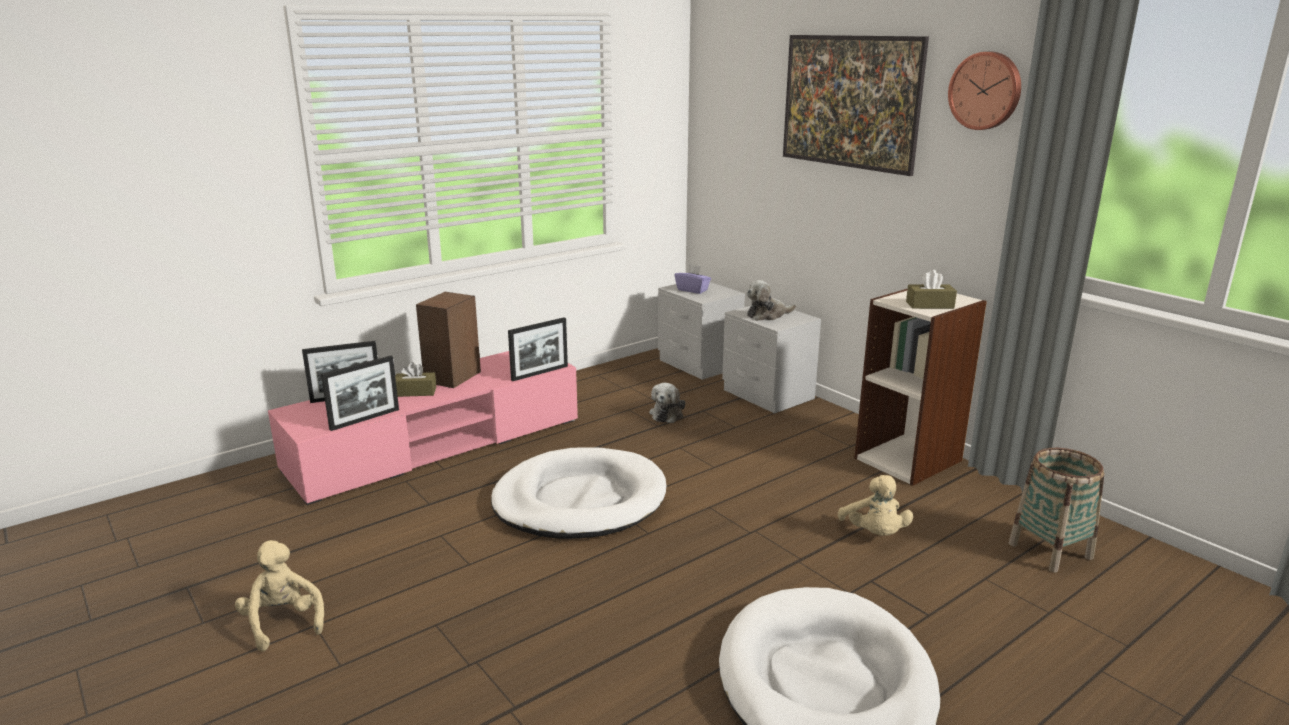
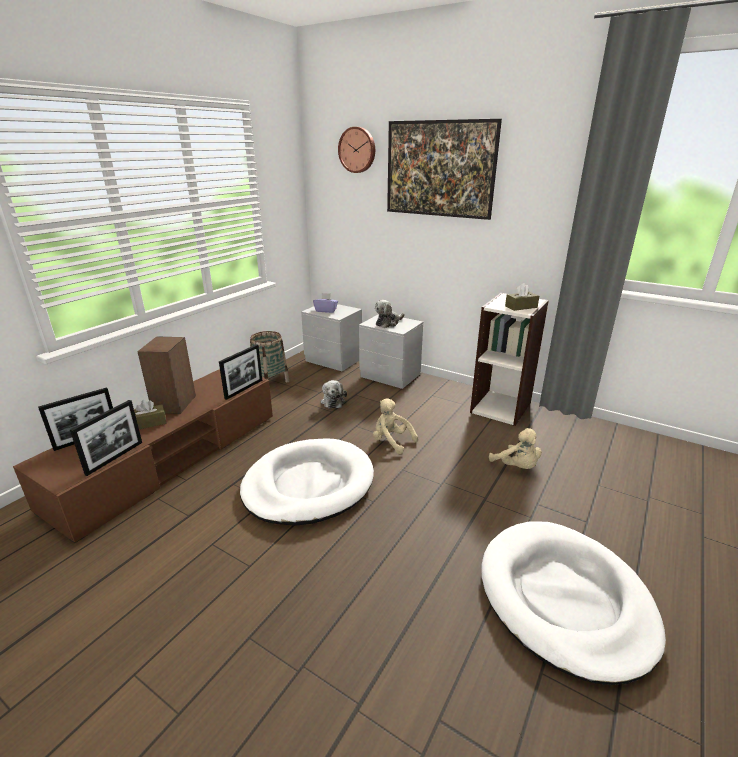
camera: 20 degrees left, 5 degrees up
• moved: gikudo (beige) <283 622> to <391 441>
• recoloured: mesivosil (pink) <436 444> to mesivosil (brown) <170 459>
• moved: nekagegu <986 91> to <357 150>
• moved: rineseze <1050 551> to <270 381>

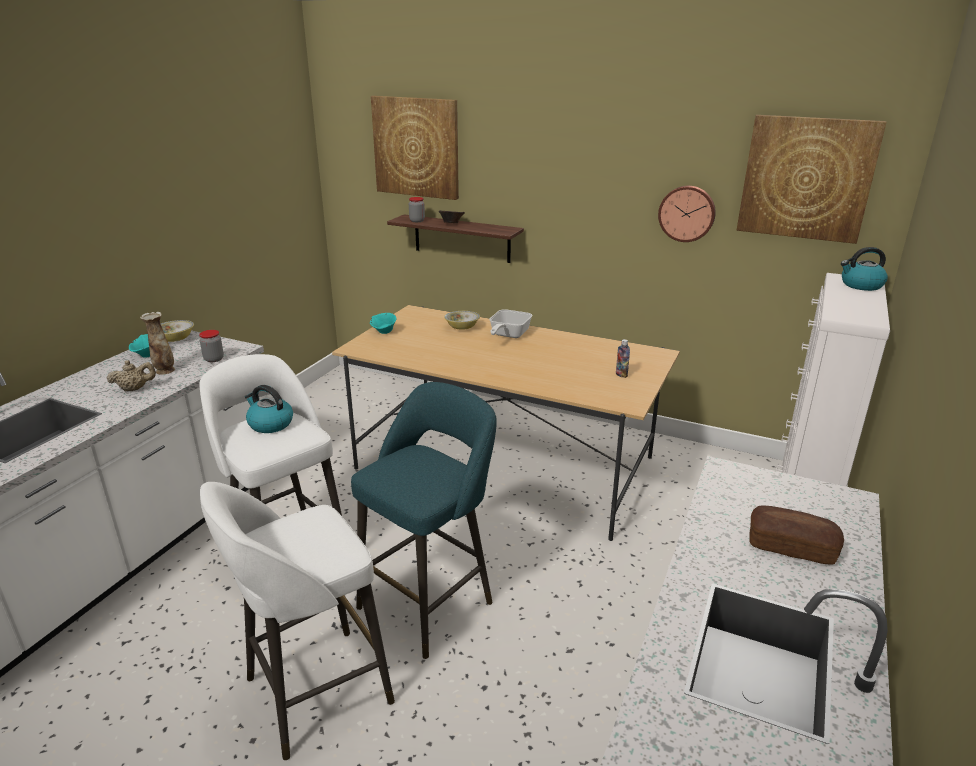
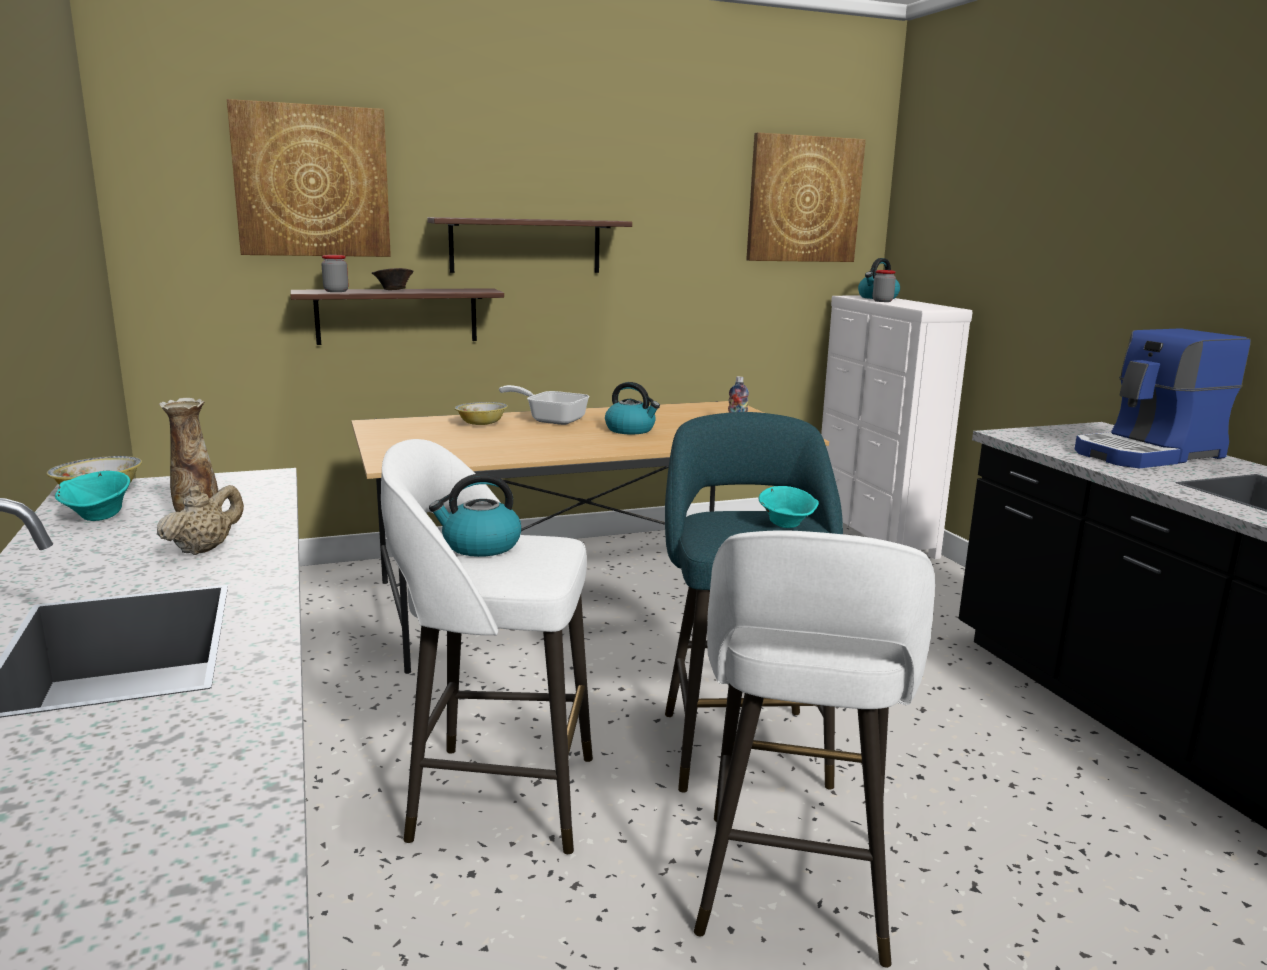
camera: 45 degrees left, 10 degrees down
• moved: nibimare <214 359> to <882 301>
• moved: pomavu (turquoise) <384 332> to <786 525>
• turned: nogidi <507 335> = <551 419> 135 degrees clockwise
• removed: nekagegu <687 213>
• replaced: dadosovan <791 547> to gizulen <1149 454>
• added: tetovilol <525 246>
• added: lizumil <631 430>

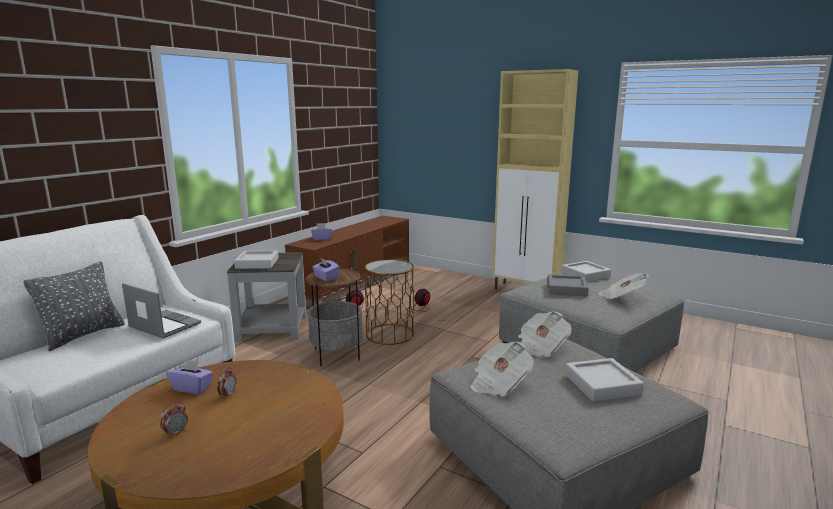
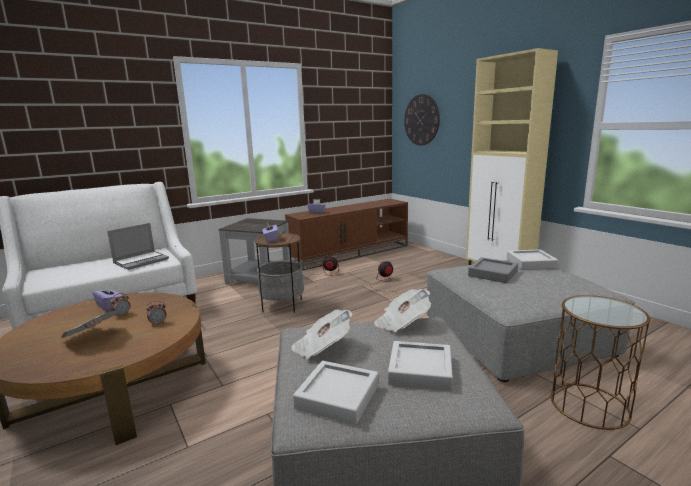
camera: 25 degrees right, 0 degrees up
• removed: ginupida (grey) <83 335>
• turned: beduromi <163 325> = <141 261> 75 degrees clockwise
• moved: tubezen <176 433> to <158 323>
• moved: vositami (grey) <257 263> to <337 396>
• moved: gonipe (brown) <389 334> to <589 405>
• moved: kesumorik <621 297> to <93 337>
• added: nekagegu <421 120>

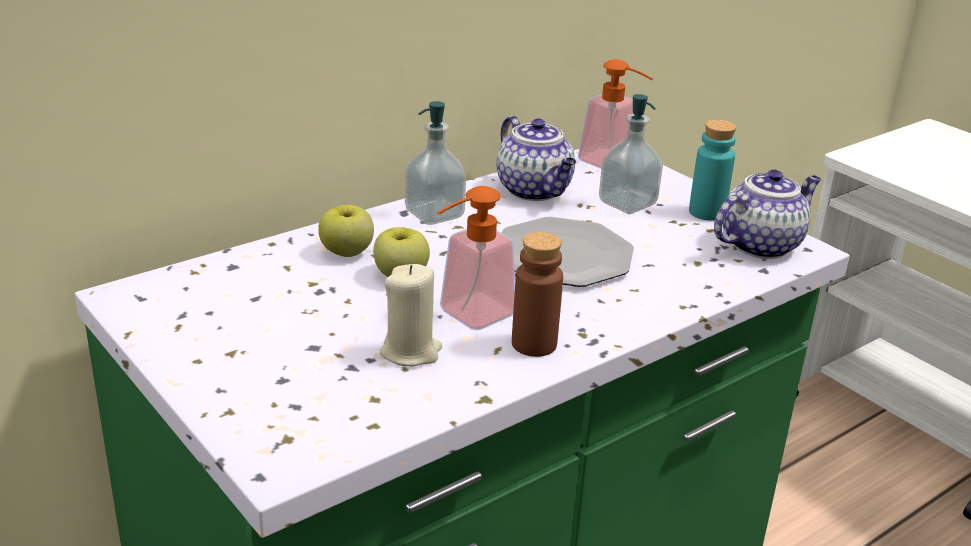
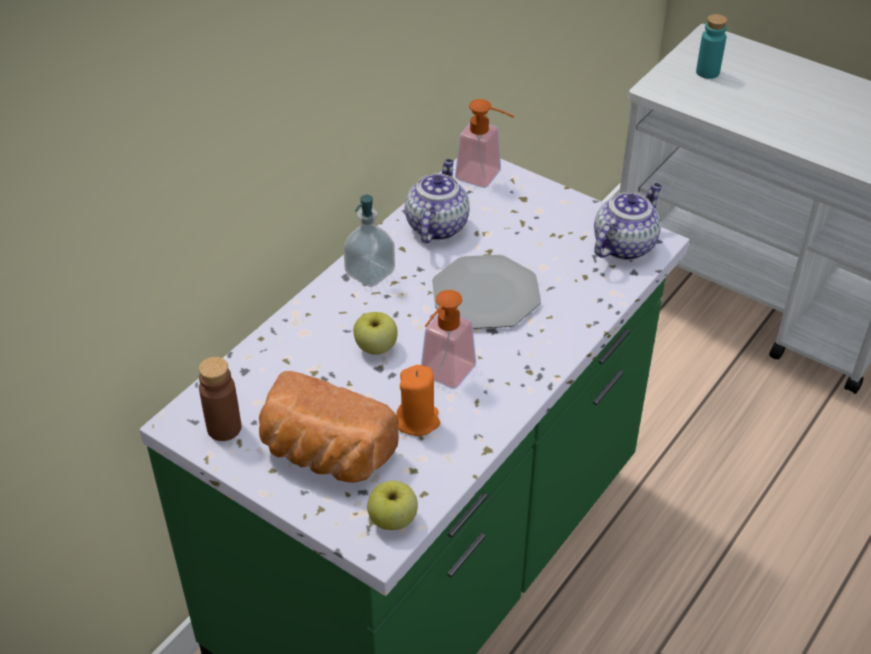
camera: 15 degrees left, 15 degrees up
• moved: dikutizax <347 252> to <393 520>
• recoloured: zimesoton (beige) <411 352> to zimesoton (orange) <418 421>
• turned: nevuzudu <535 191> = <436 225> 120 degrees counterclockwise
• moved: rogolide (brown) <534 344> to <224 428>
• removed: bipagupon <627 203>
• moved: rogolide (turquoise) <706 212> to <707 72>
• added: dadosovan <324 455>

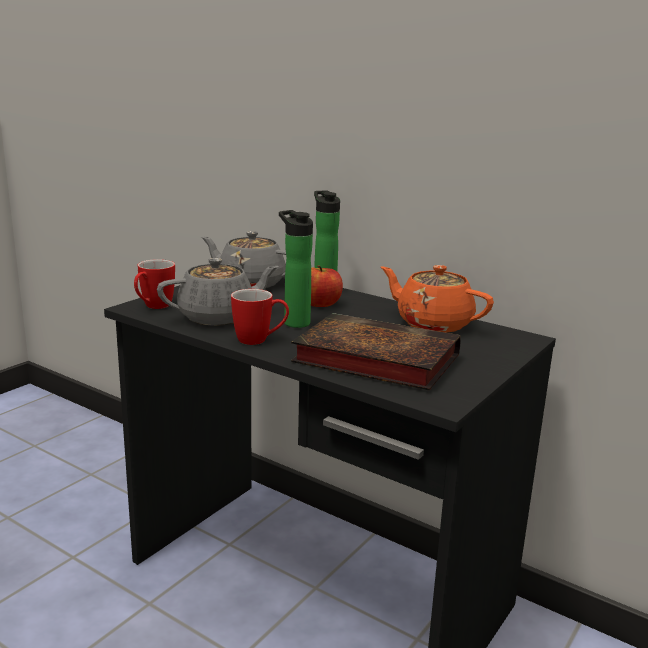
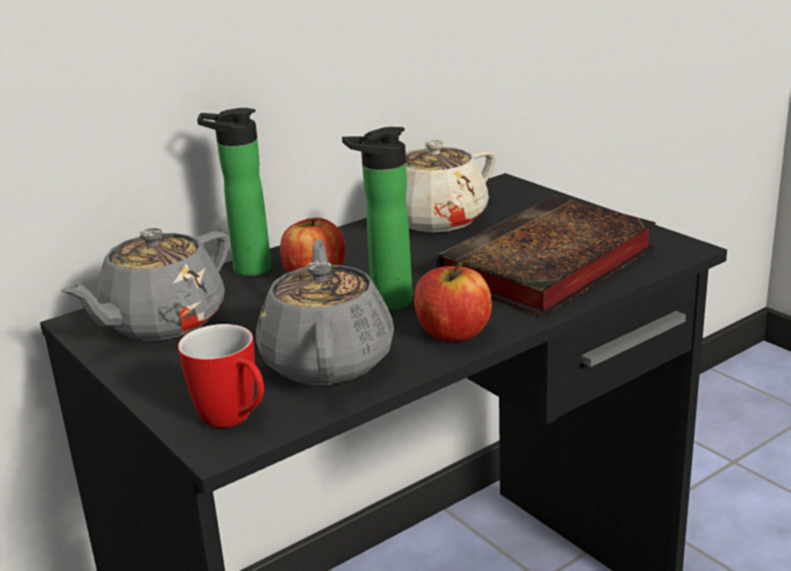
camera: 70 degrees left, 5 degrees up
• replaced: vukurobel <260 340> to dikutizax <453 333>
• recoloured: nevuzudu (orange) <432 323> to nevuzudu (beige) <434 220>

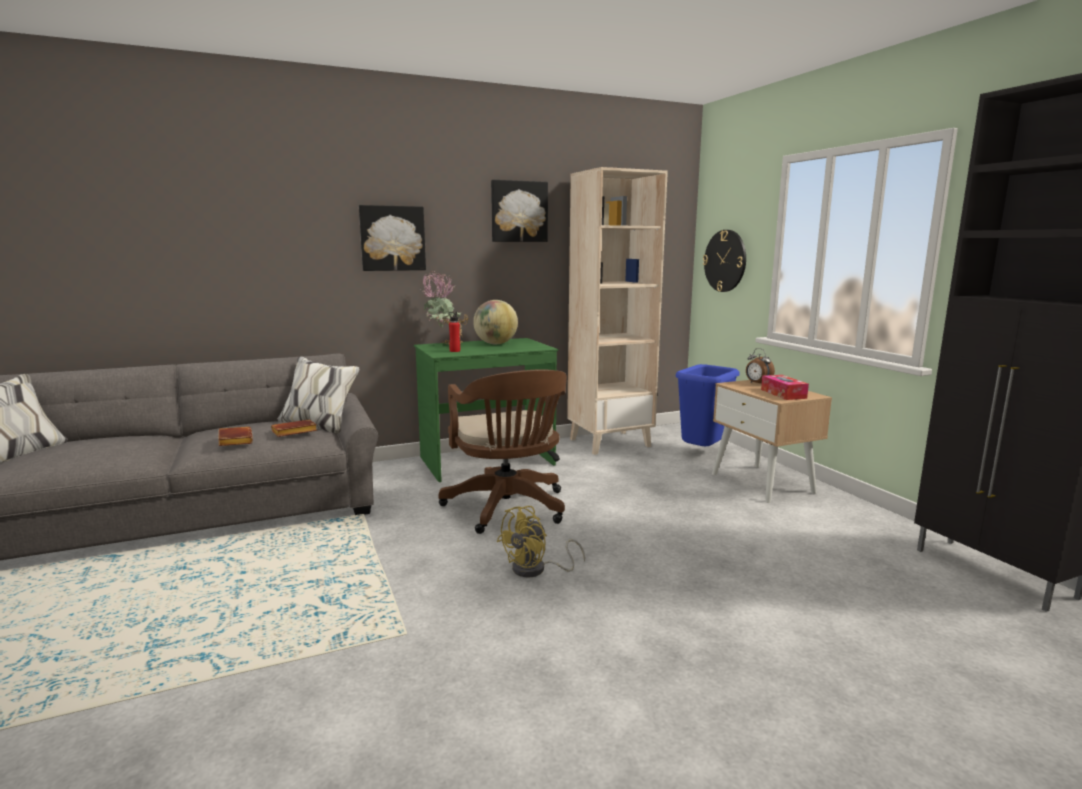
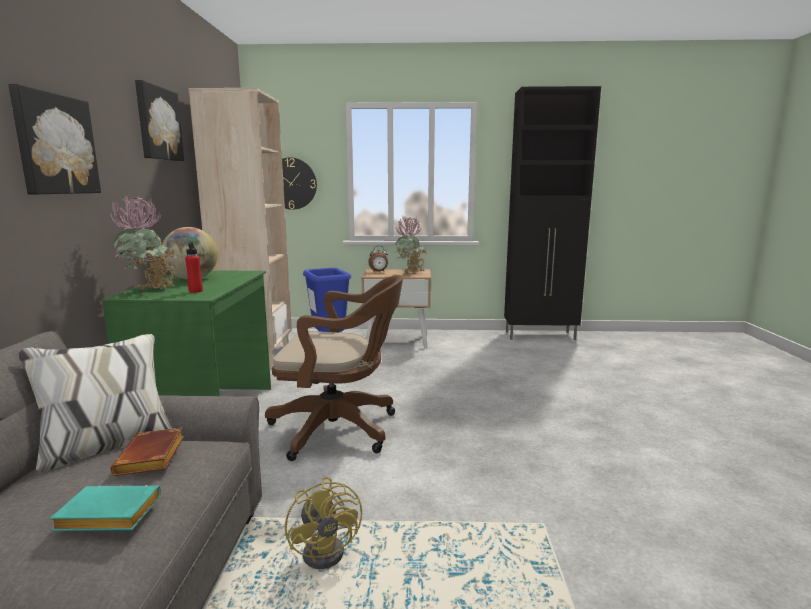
camera: 65 degrees left, 0 degrees up
• recoloured: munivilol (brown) <234 440> to munivilol (turquoise) <106 516>
• moved: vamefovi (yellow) <536 570> to <329 549>
• replaced: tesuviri <783 394> to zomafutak <411 273>

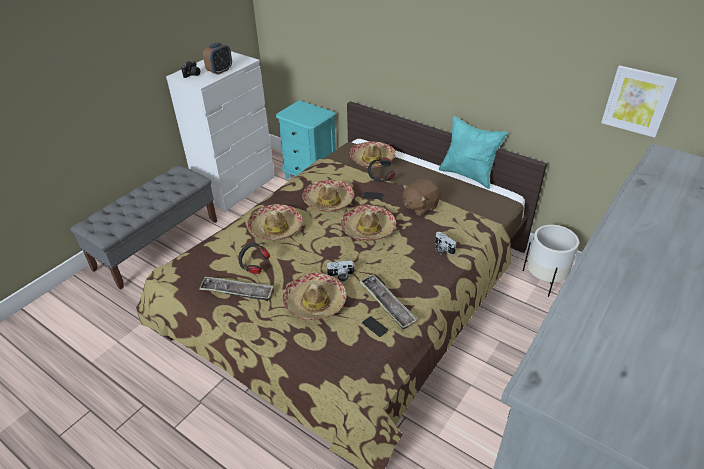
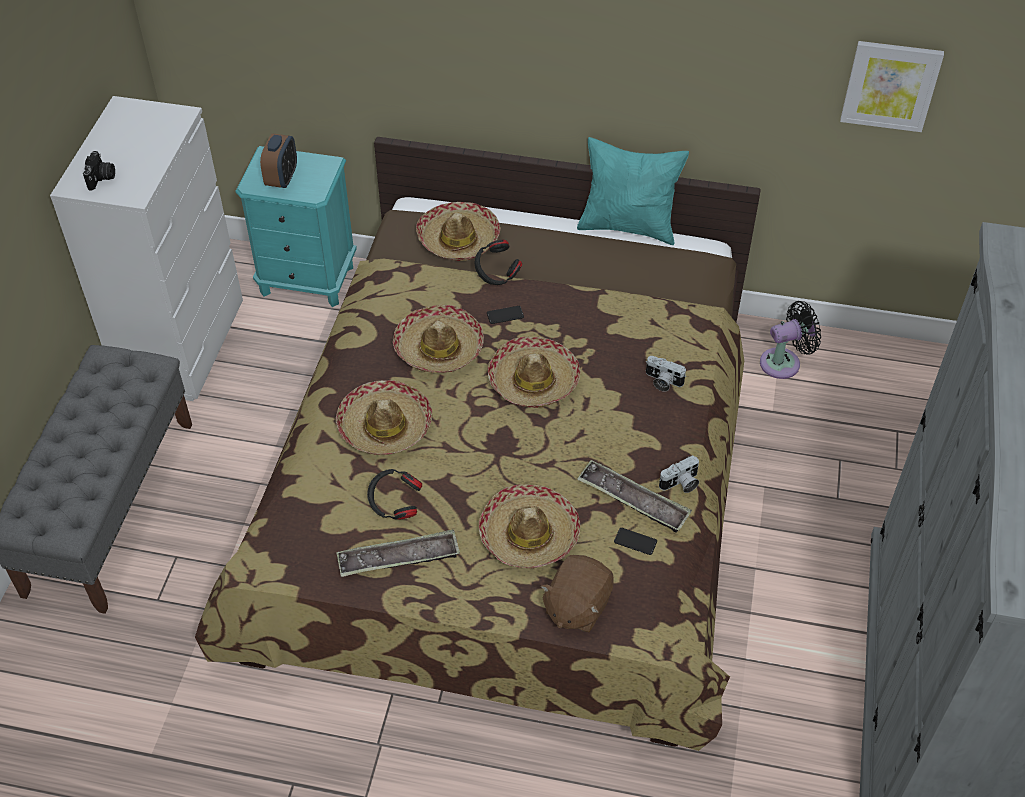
camera: 25 degrees left, 10 degrees up
• moved: tubezen <220 71> to <282 178>
• moved: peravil <340 276> to <680 484>
• moved: gikudo (brown) <420 206> to <576 606>
• replaced: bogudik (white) <544 279> to vamefovi (black) <784 362>

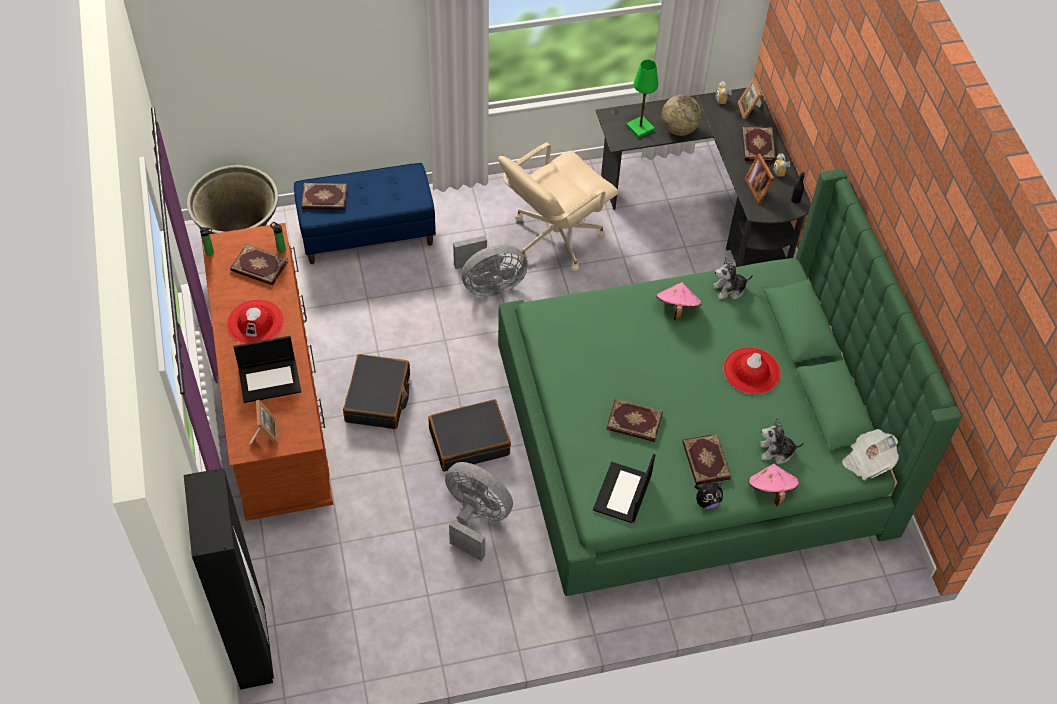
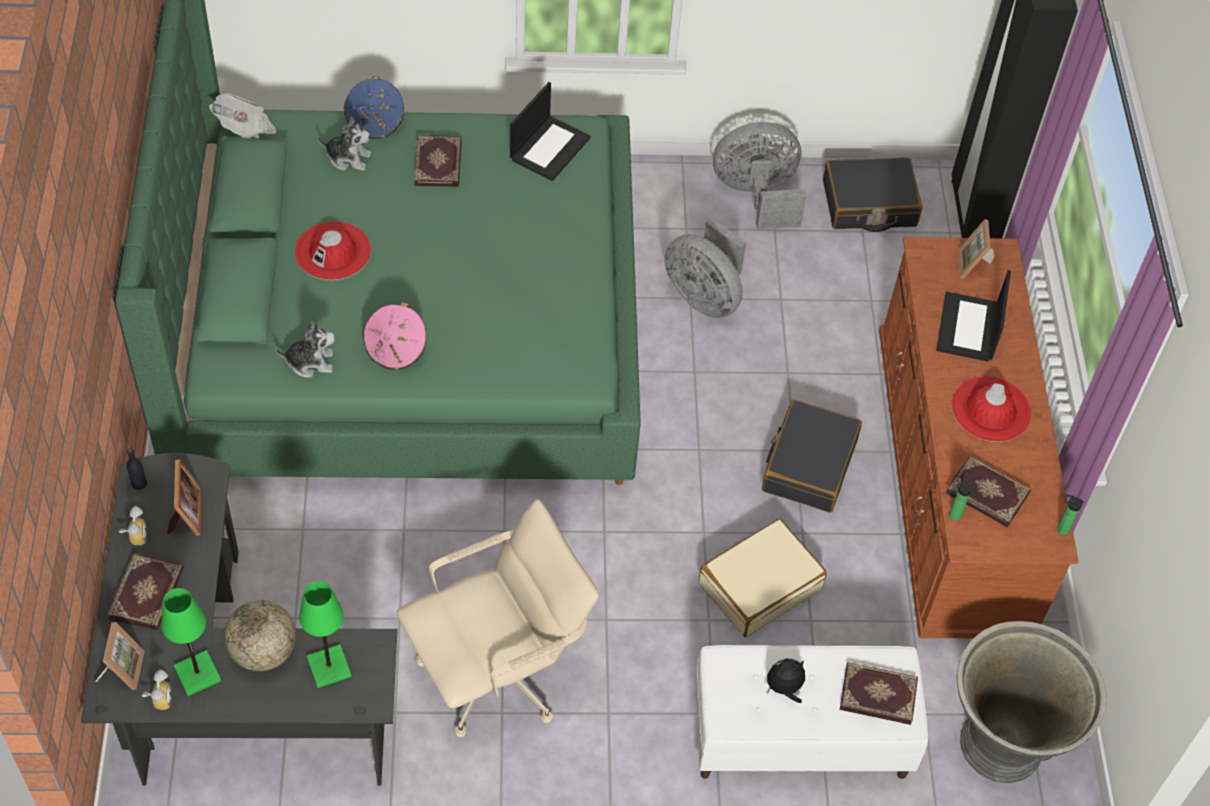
camera: 170 degrees left, 0 degrees up
• turned: beduromi <270 380> = <969 328> 75 degrees counterclockwise
• recoloured: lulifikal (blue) <368 233> to lulifikal (white) <799 738>
• moved: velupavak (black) <469 441> to <869 204>
• moved: vamefovi (grey) <489 285> to <757 196>
• removed: munivilol <634 420>
• moved: gikudo <707 501> to <784 688>
• recoloured: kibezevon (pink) <770 490> to kibezevon (blue) <375 121>
• added: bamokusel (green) <198 674>
• added: velupavak (beige) <759 586>

